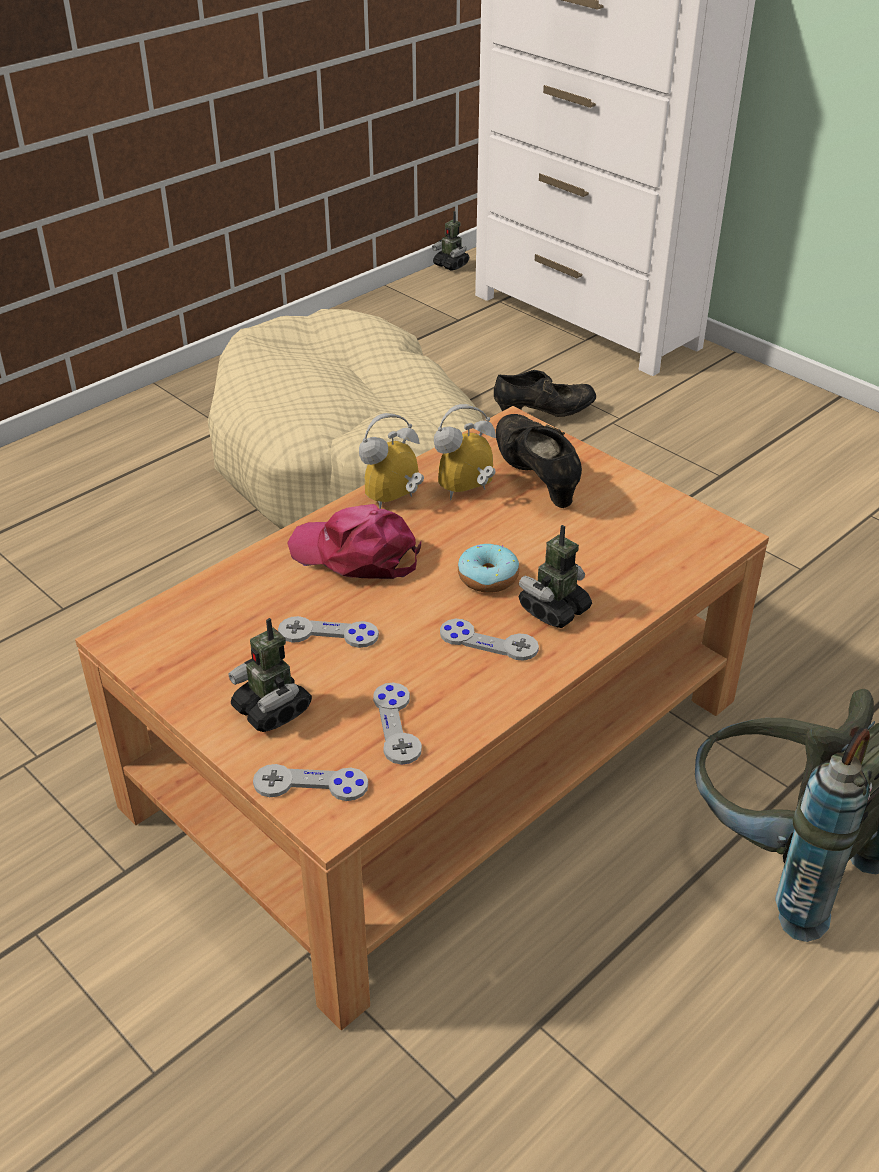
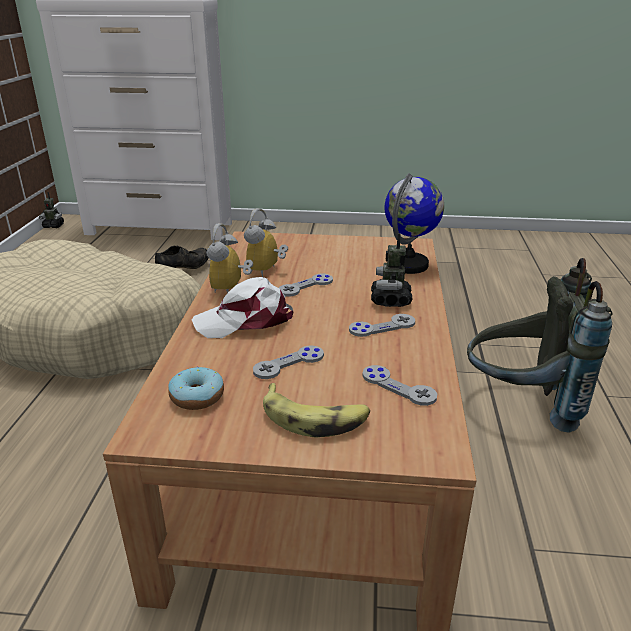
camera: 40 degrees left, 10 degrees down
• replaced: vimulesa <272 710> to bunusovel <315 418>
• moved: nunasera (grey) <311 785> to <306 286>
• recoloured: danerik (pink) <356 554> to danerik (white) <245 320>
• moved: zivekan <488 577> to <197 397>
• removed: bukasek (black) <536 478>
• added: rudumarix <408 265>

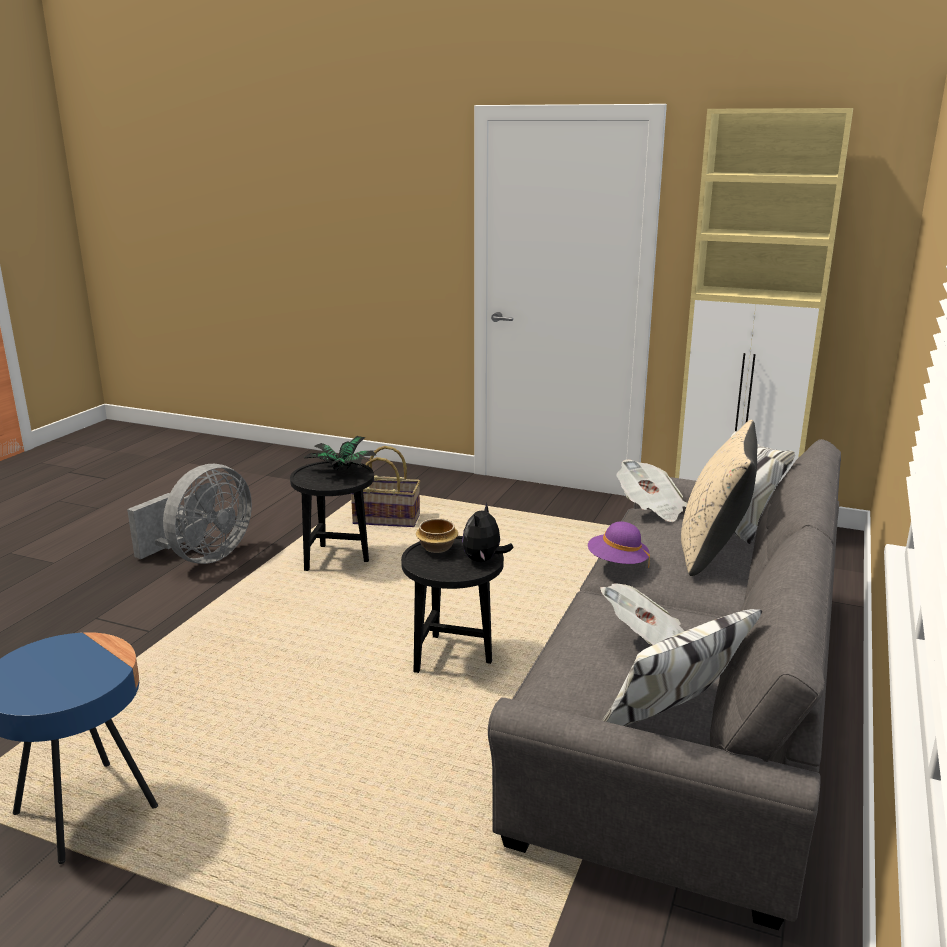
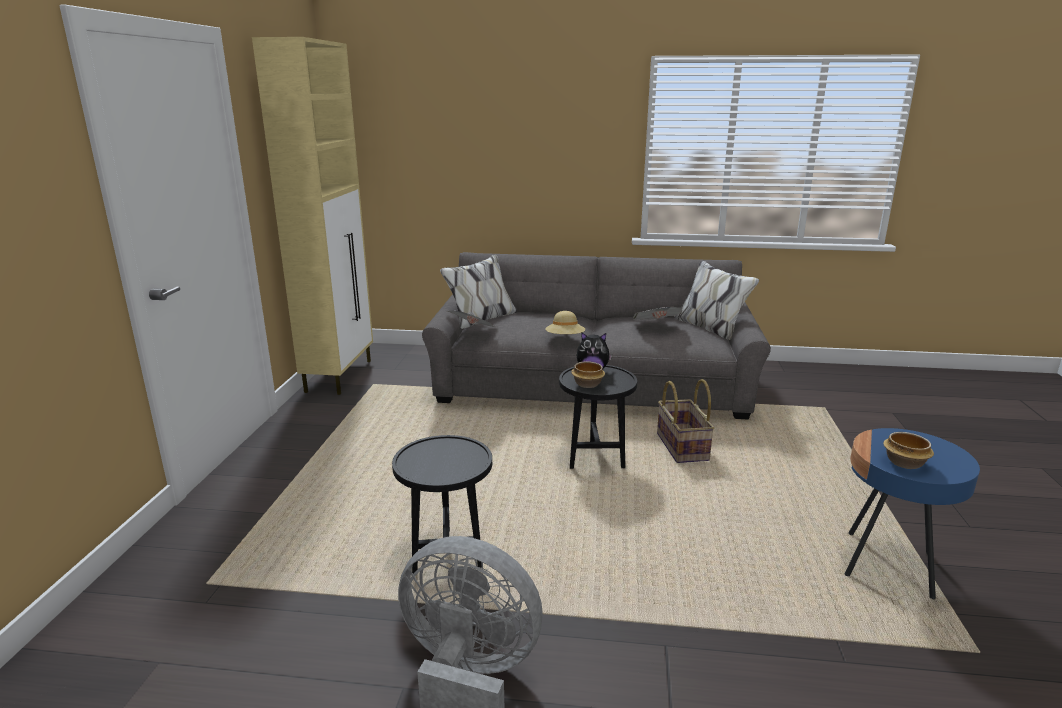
camera: 105 degrees left, 0 degrees up
• removed: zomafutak <341 471>
• moved: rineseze <387 519> to <681 447>
• recoloured: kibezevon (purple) <617 563> to kibezevon (beige) <565 338>
• removed: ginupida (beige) <712 550>
• added: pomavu <903 463>

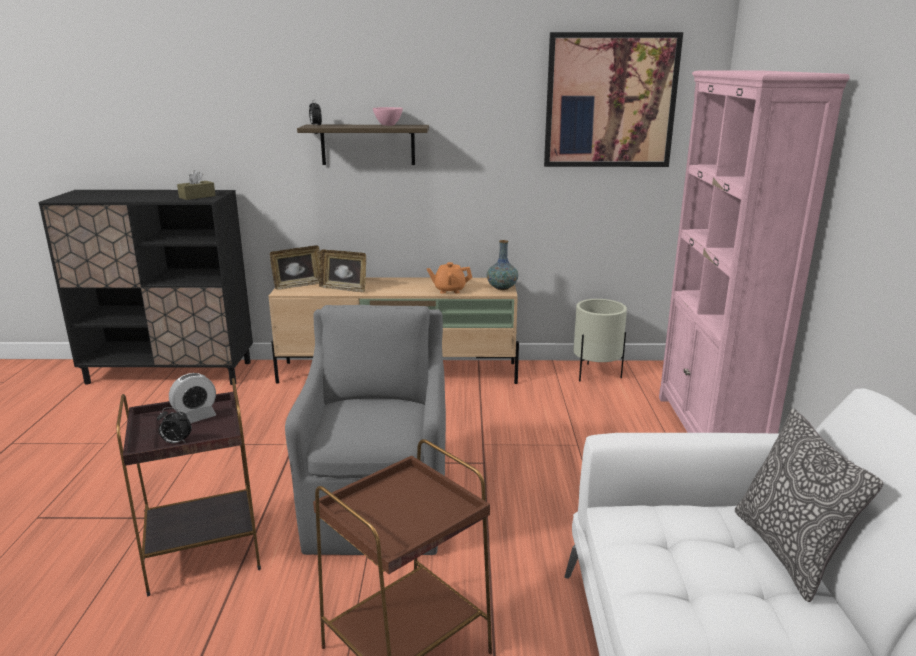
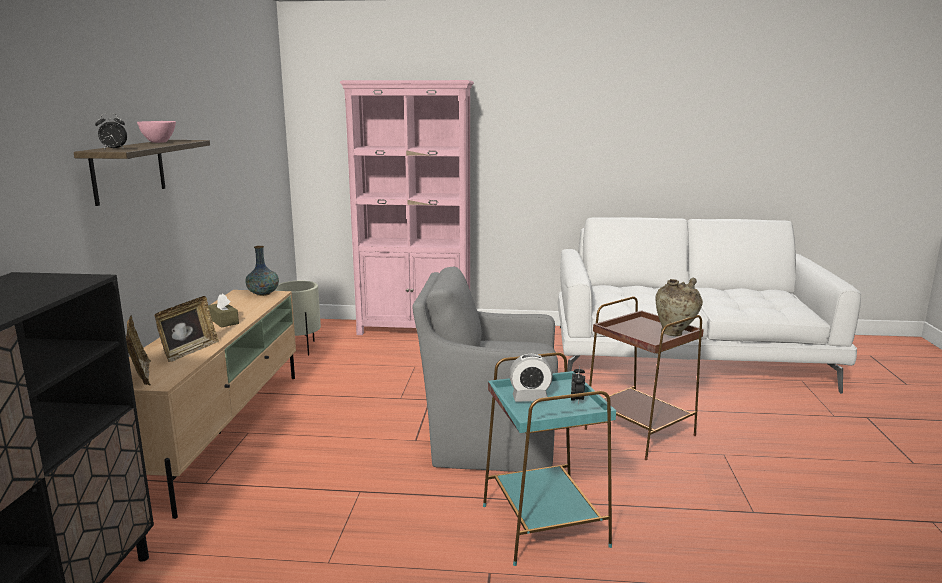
camera: 85 degrees left, 5 degrees down
• recoloured: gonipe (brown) <205 549> to gonipe (turquoise) <544 524>
• turned: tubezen <196 418> = <530 398> 120 degrees clockwise
• moved: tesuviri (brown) <197 197> to <223 321>
• removed: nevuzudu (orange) <449 290>
• removed: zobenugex <610 101>
• removed: ginupida <787 552>
• added: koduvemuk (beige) <675 334>

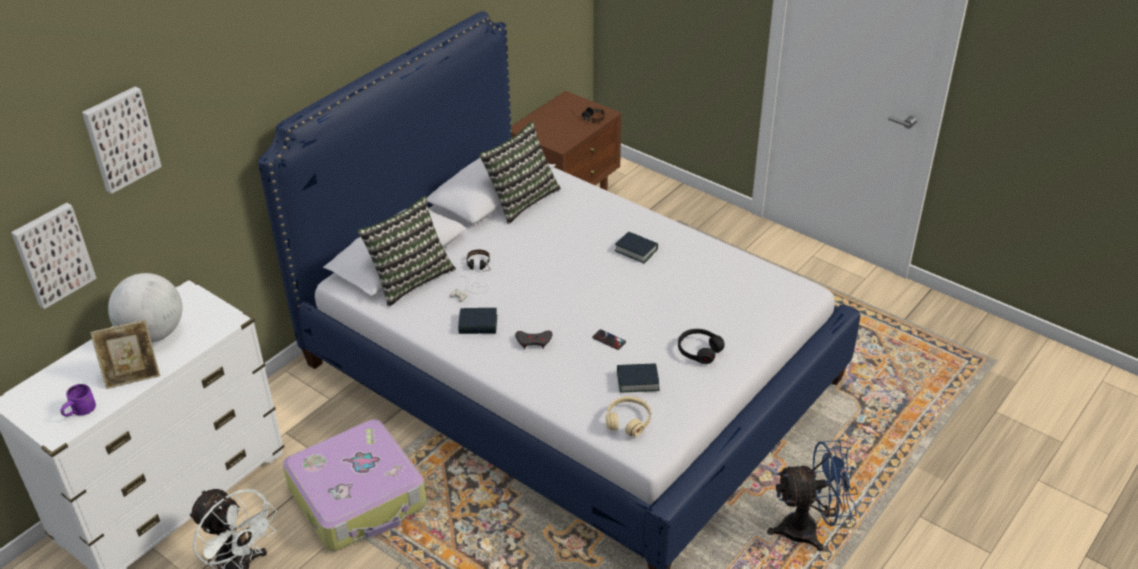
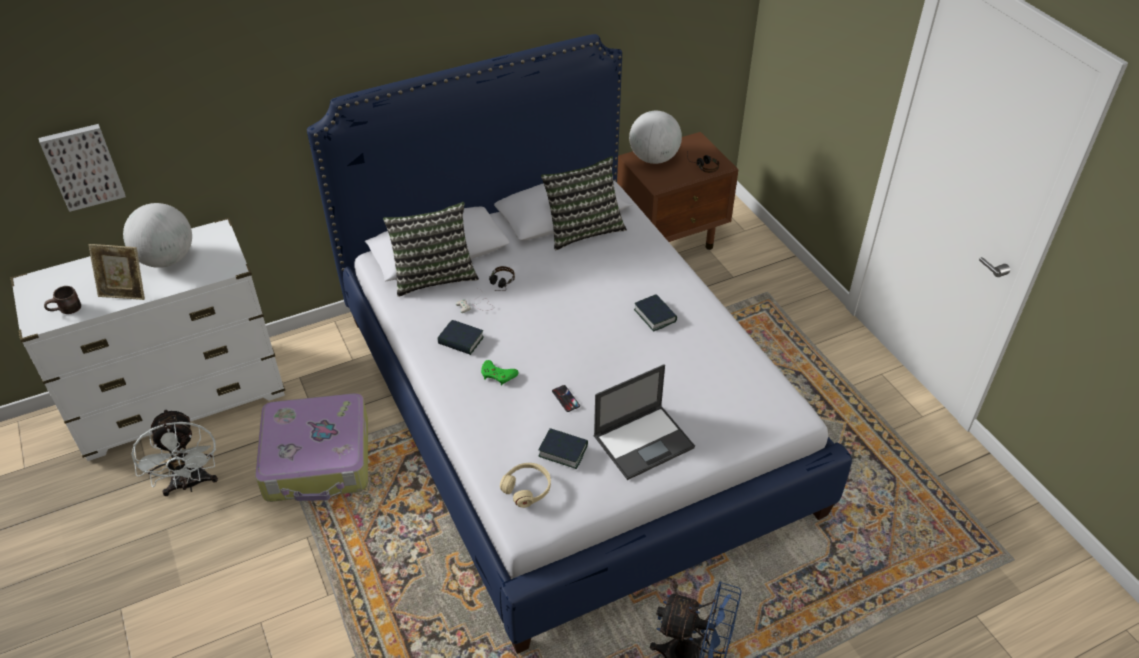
camera: 25 degrees right, 5 degrees up
• recoloured: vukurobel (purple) <82 412> to vukurobel (brown) <67 311>
• removed: zobenugex <120 138>
• recoloured: nunasera (grey) <534 341> to nunasera (green) <498 375>
• replaced: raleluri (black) <699 350> to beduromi <644 441>
• added: rudumarix <654 159>

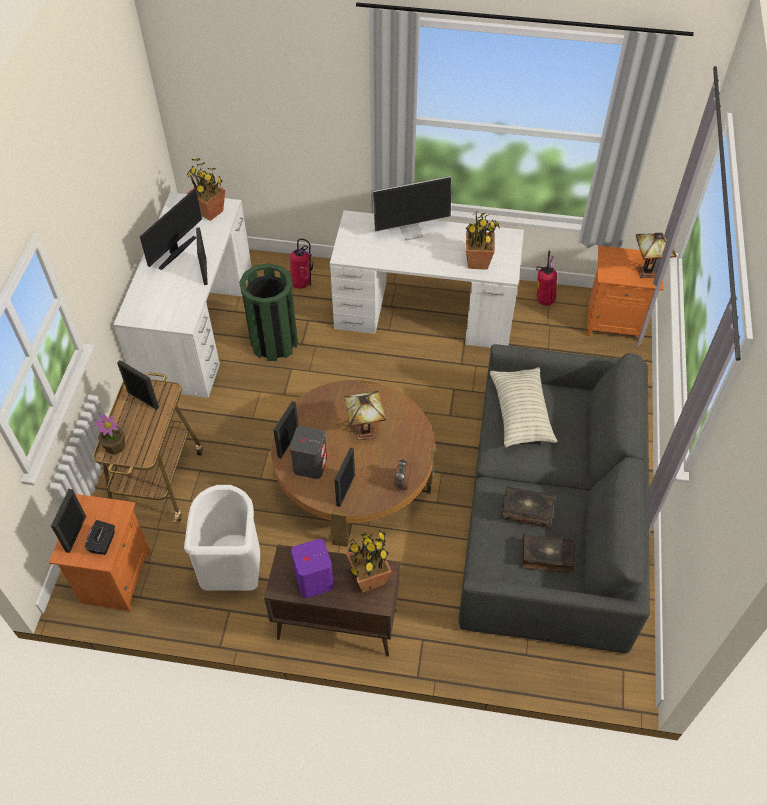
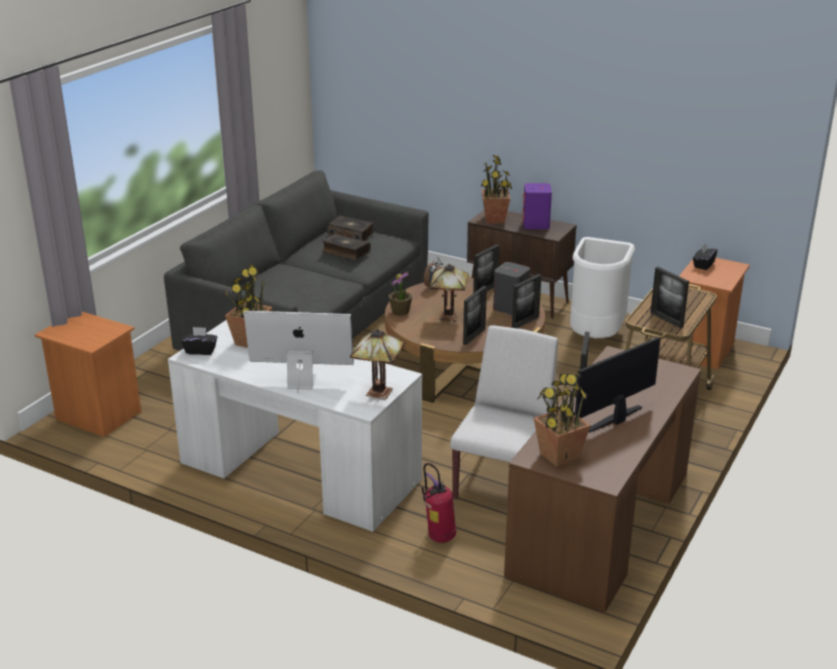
camera: 160 degrees left, 25 degrees down
• moved: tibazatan <76 534> to <474 336>
• moved: zomafutak <115 446> to <400 311>
• recoloured: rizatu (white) <197 324> to rizatu (brown) <599 522>
• replaced: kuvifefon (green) <274 343> to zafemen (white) <503 481>
• removed: ginupida <520 414>
• removed: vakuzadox <544 300>
• moved: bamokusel <648 271> to <377 393>
• added: tesuviri (black) <200 351>

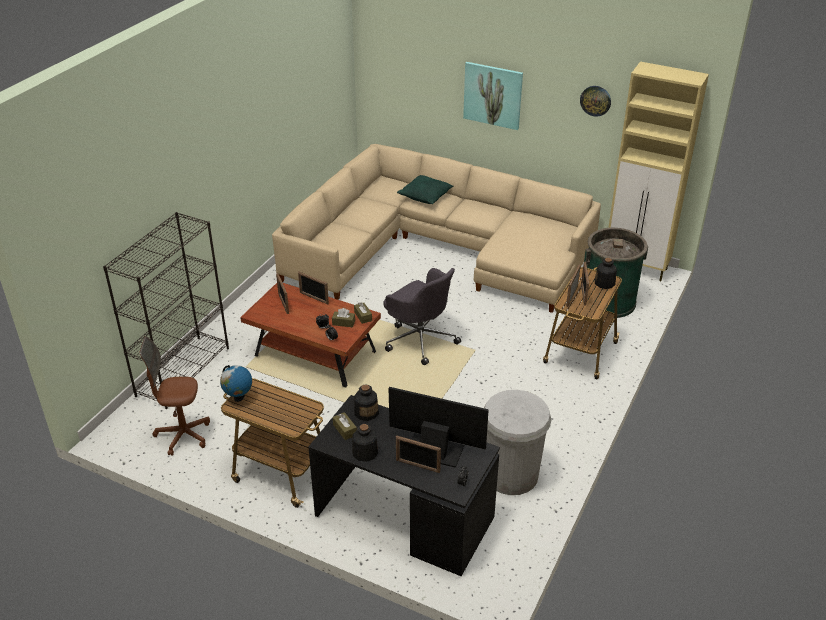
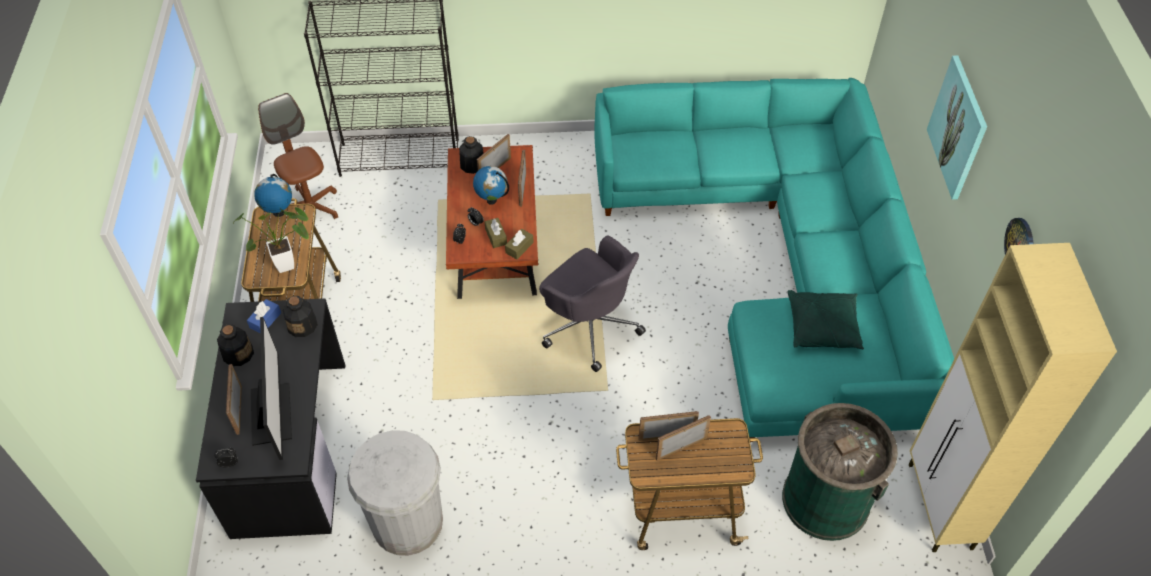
camera: 60 degrees right, 15 degrees up
• recoloured: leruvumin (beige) <437 249> to leruvumin (turquoise) <783 260>
• recoloured: tesuviri (brown) <345 430> to tesuviri (blue) <265 320>
• turned: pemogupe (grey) <420 339> = <589 326> 60 degrees counterclockwise
• moved: ginupida (green) <425 196> to <823 327>
• moved: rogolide <604 283> to <472 165>
• added: zomafutak <290 264>
• added: rudumarix <492 200>

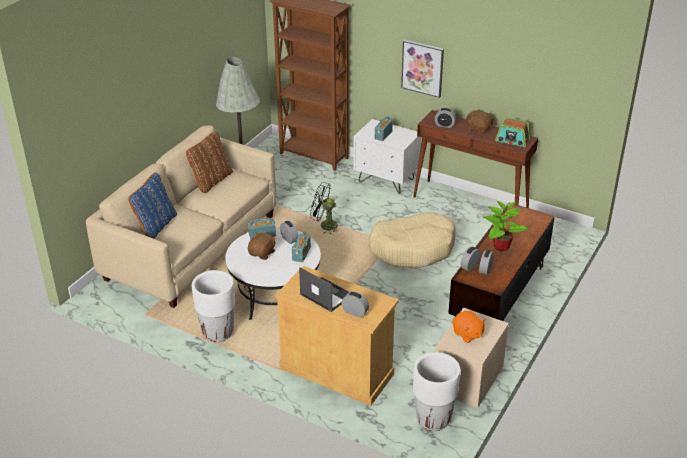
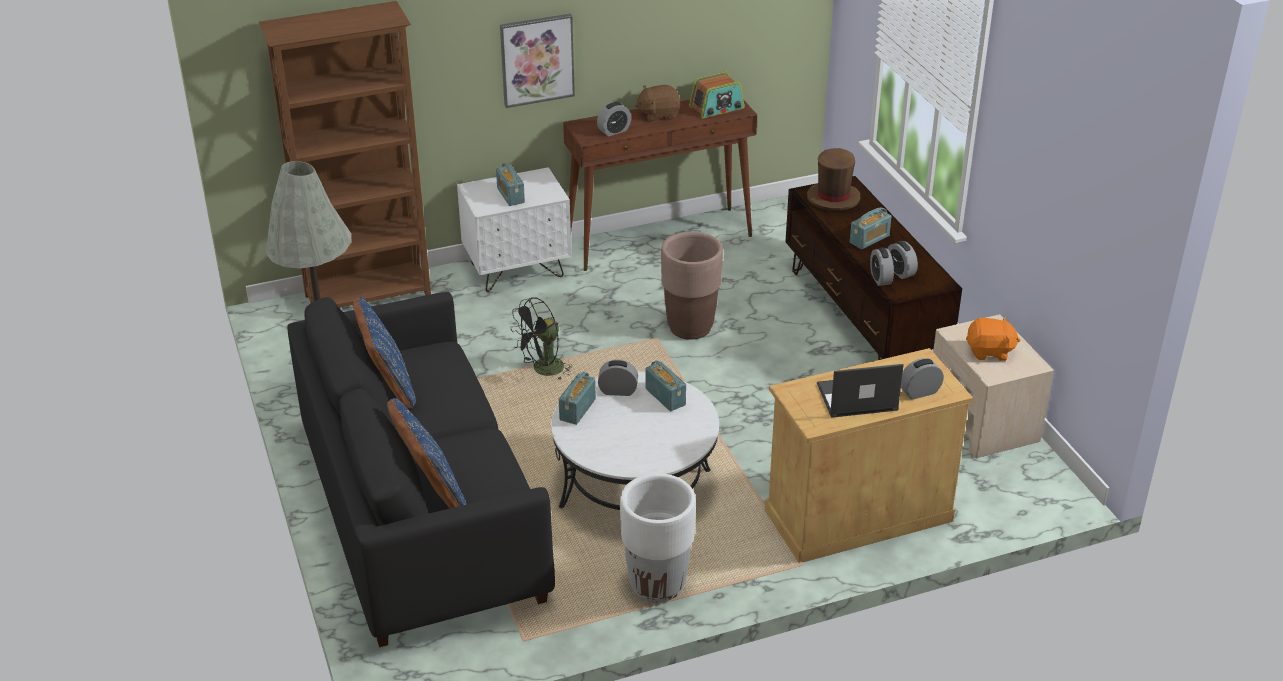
camera: 50 degrees left, 0 degrees up
• recoloured: leruvumin (beige) <191 247> to leruvumin (black) <421 514>
• recoloured: ginupida (brown) <211 181> to ginupida (blue) <388 387>
• removed: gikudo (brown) <262 253>
• replaced: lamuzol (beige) <413 248> to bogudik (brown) <690 328>
• removed: bogudik (white) <433 419>
• replaced: zomafutak <500 246> to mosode <869 239>
• added: kibezevon (brown) <833 198>

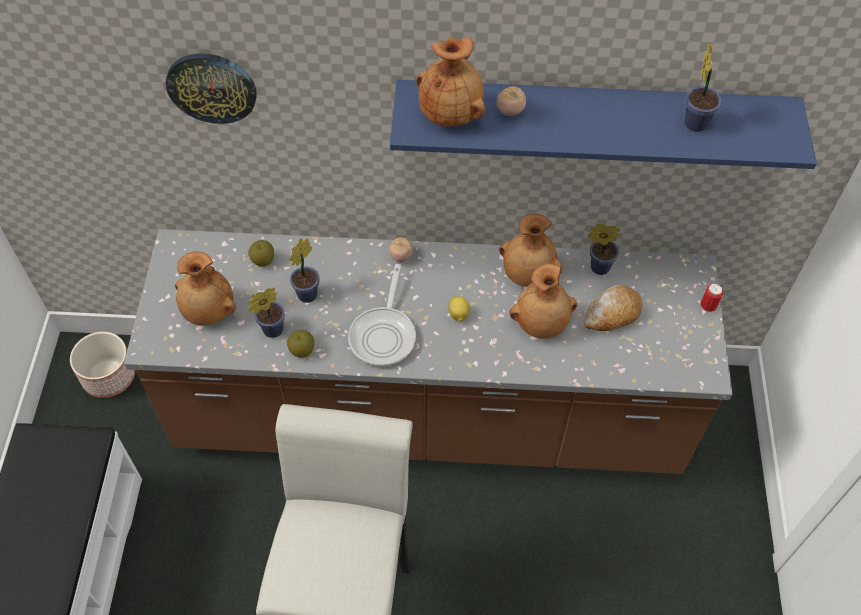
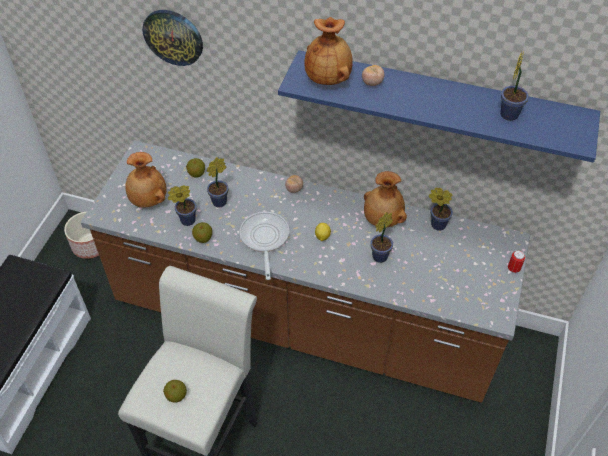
camera: 15 degrees right, 5 degrees down
• turned: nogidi <384 334> = <264 239> 150 degrees clockwise
• replaced: koduvemuk (brown) <541 324> to zomafutak <381 255>
• removed: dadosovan <611 314>
• added: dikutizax <176 396>

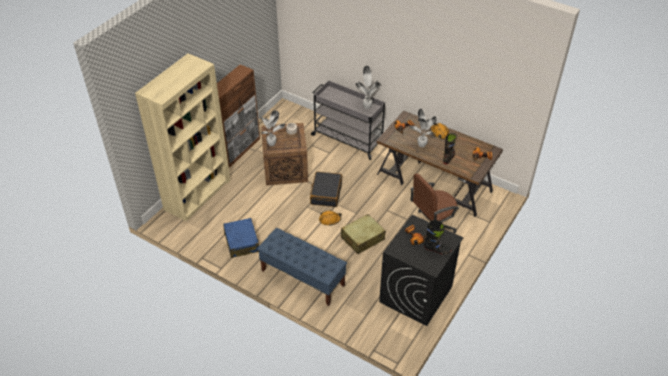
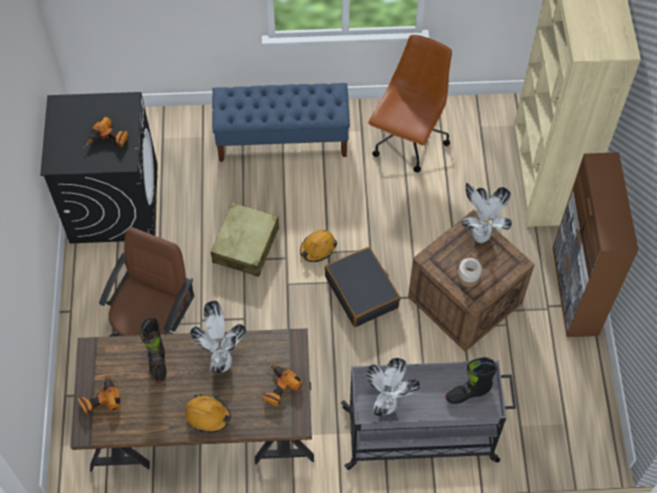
camera: 145 degrees right, 15 degrees up
• replaced: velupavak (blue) <241 242> to pemogupe (brown) <408 141>
• moved: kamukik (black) <437 249> to <468 393>

